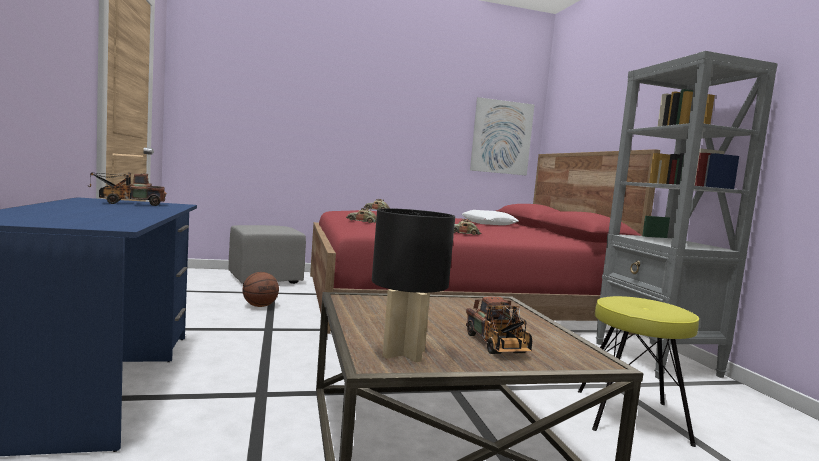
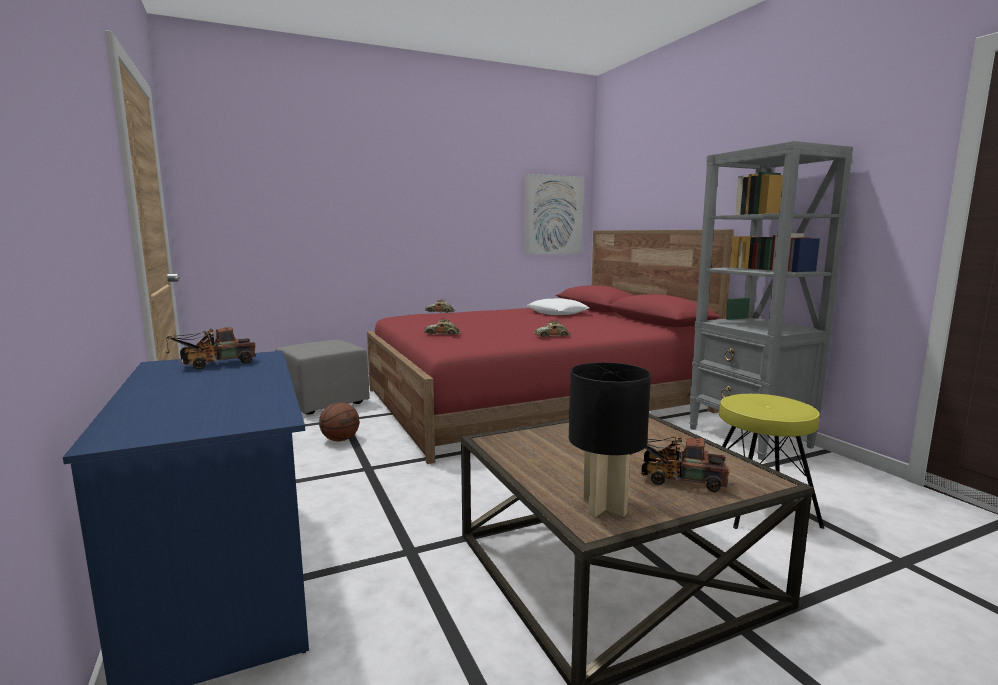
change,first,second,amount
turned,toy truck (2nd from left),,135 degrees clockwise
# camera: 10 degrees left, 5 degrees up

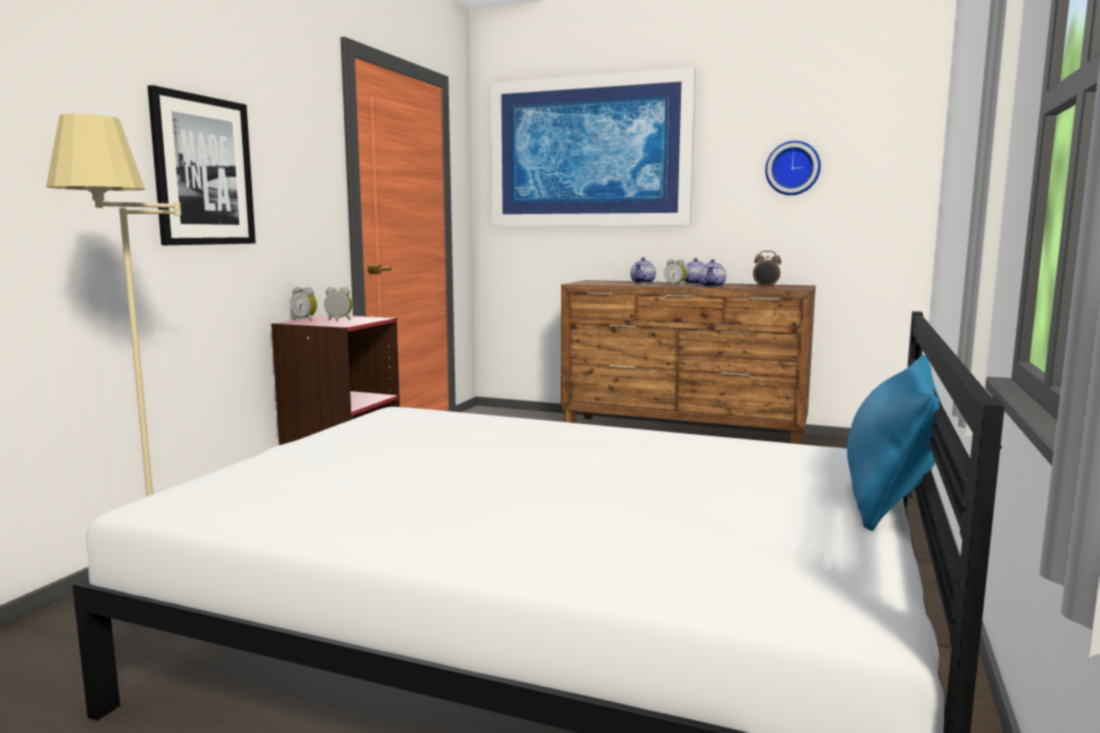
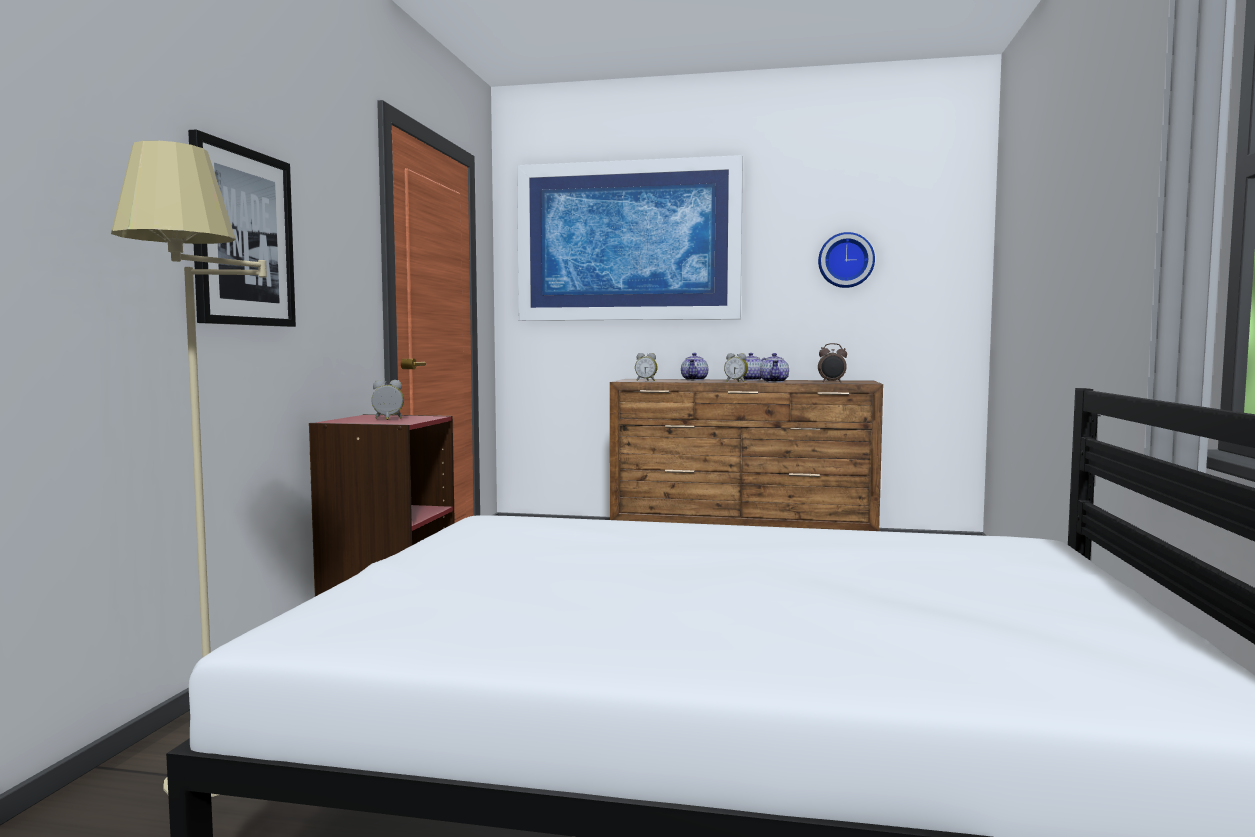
change,first,second,amount
moved,alarm clock (1st from left in the first image),alarm clock (2nd from left),
removed,blue pillow,,
# camera: 10 degrees left, 5 degrees down

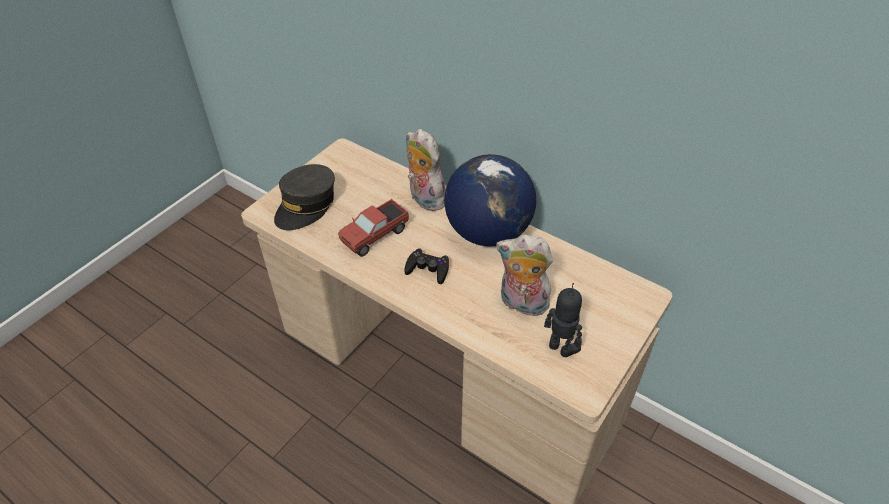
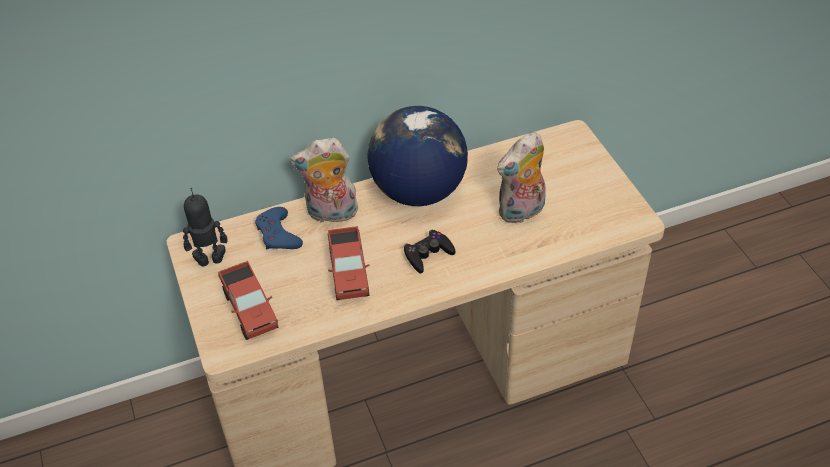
change,first,second,amount
replaced,grey cap,toy truck (1st from left),
moved,toy robot,,
added,,blue game controller,
# camera: 55 degrees left, 0 degrees up

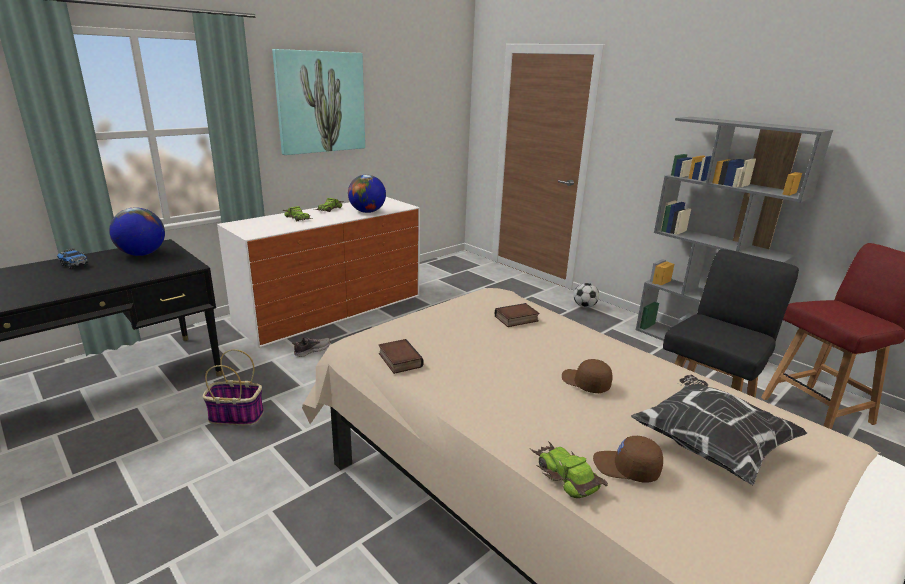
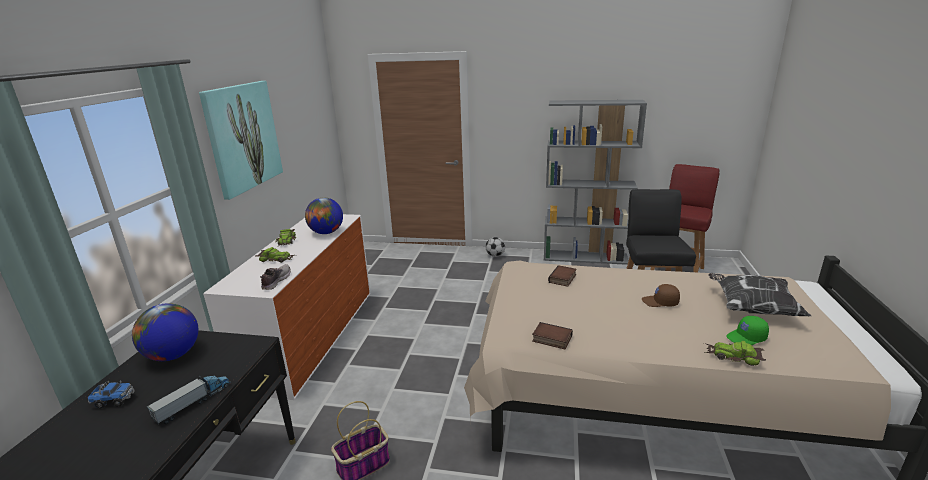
change,first,second,amount
moved,shoe,,
recoloured,brown cap (2nd from left),green cap,
added,,toy truck (2nd from left),
# camera: 35 degrees left, 0 degrees up

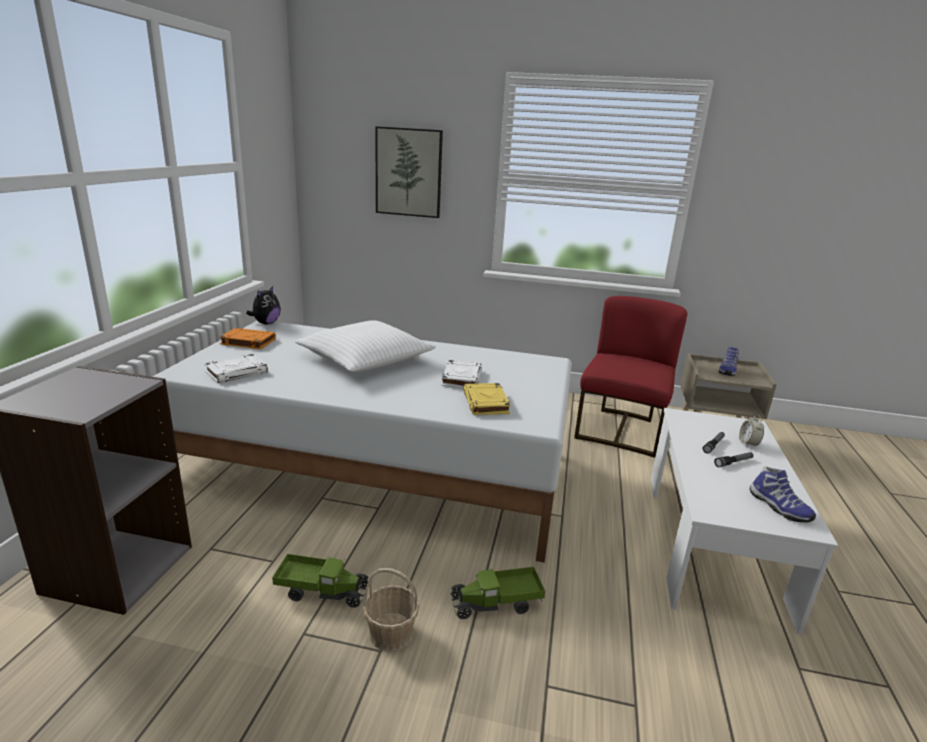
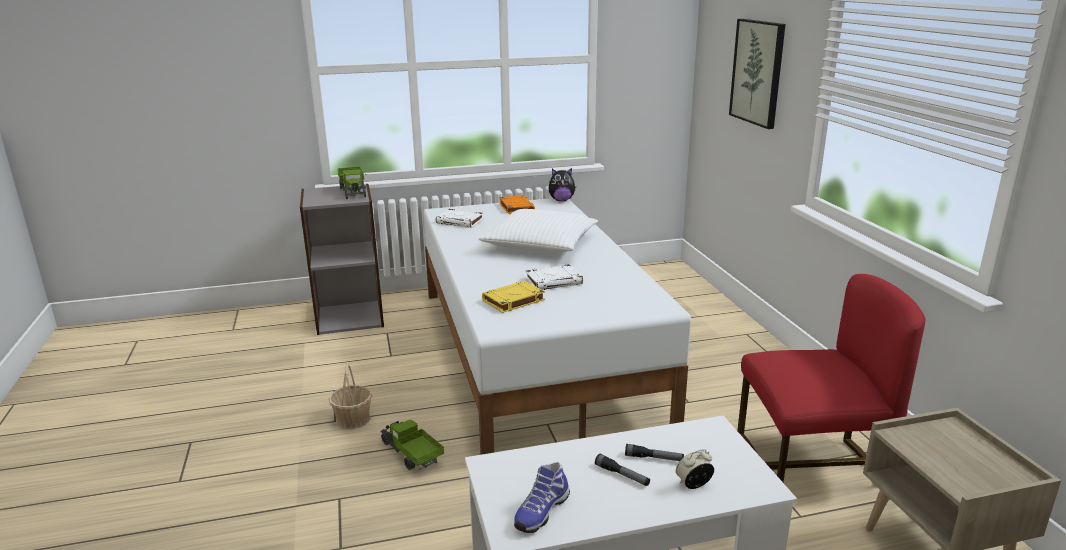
change,first,second,amount
removed,shoe (1st from left),,
moved,toy truck (1st from left),,
# camera: 65 degrees right, 0 degrees up

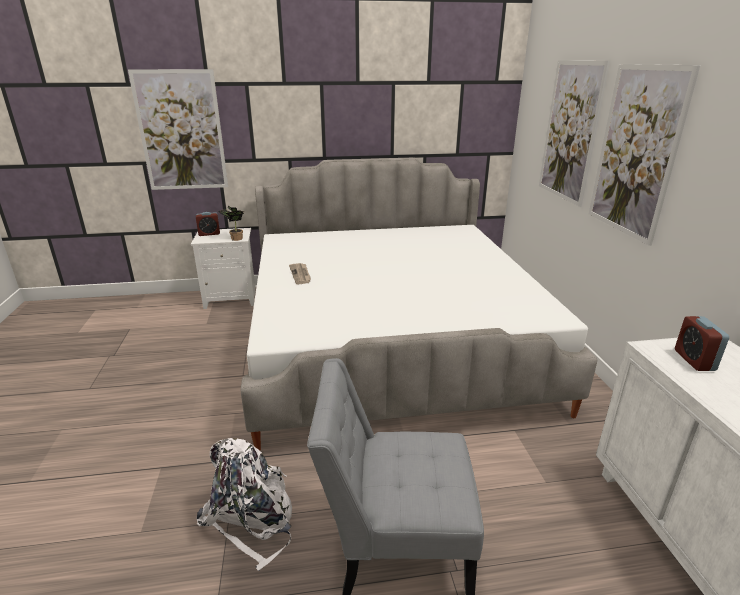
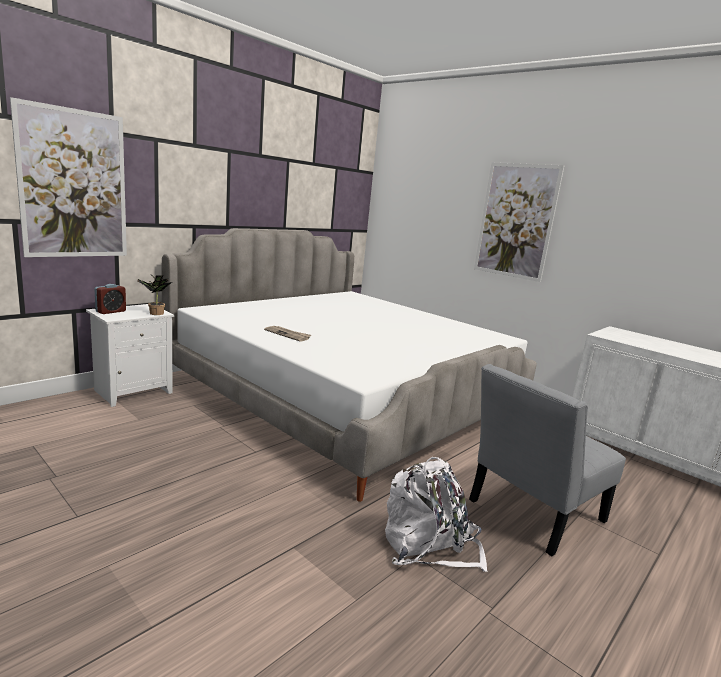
change,first,second,amount
removed,picture (2nd from left),,
removed,alarm clock (2nd from left),,
# camera: 40 degrees left, 10 degrees down

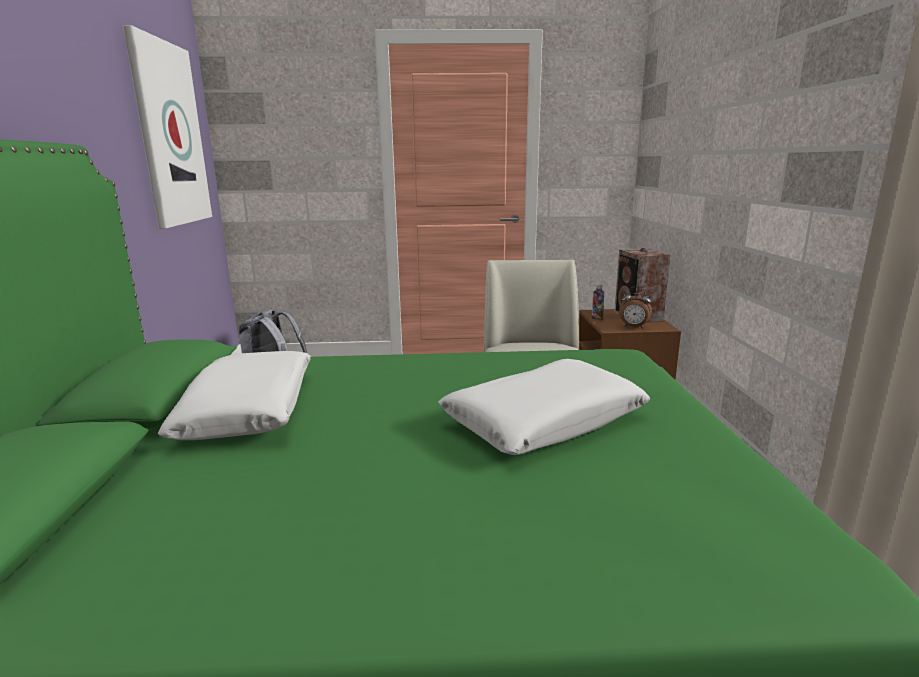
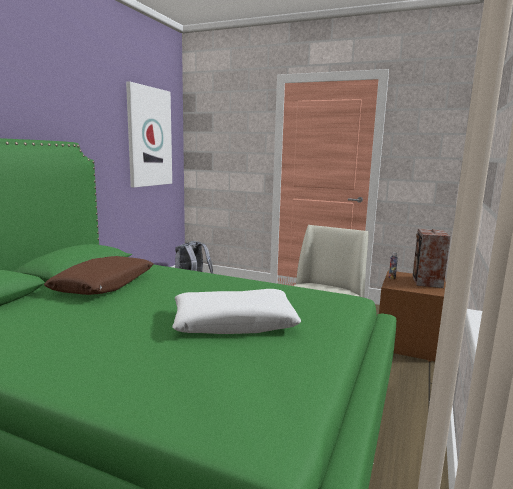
change,first,second,amount
removed,alarm clock,,
recoloured,white pillow (1st from left),brown pillow,
# camera: 25 degrees right, 5 degrees down

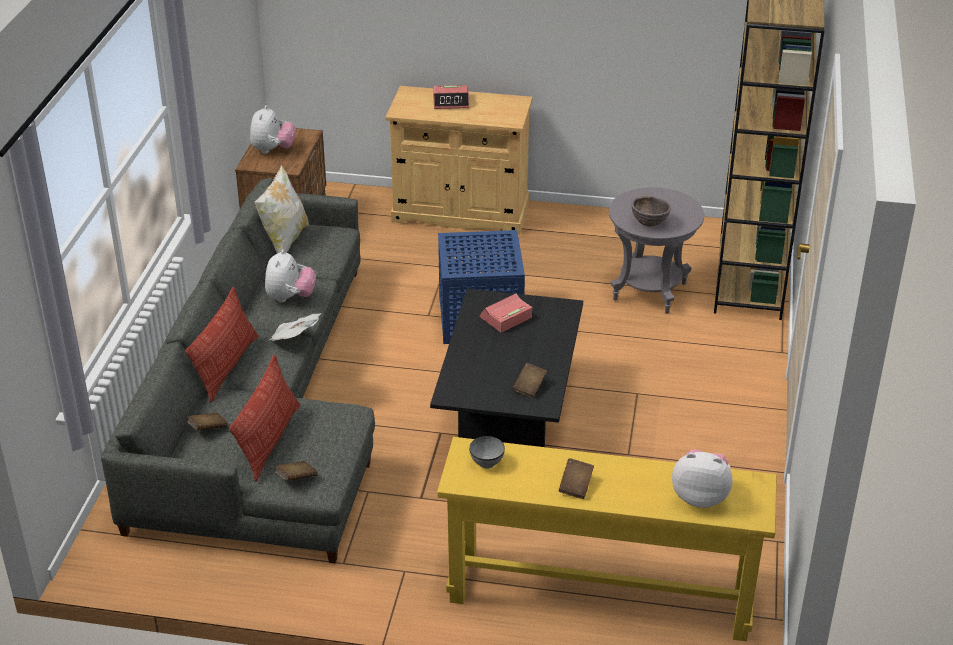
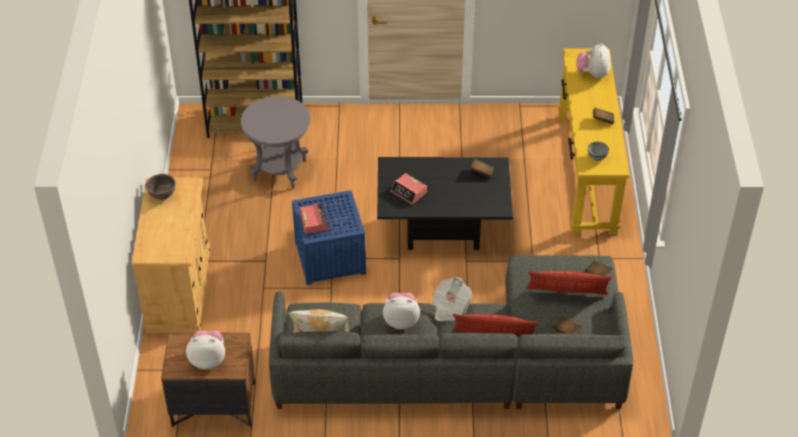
change,first,second,amount
moved,alarm clock (1st from left),,
moved,brown bowl,,
# camera: 100 degrees left, 10 degrees up

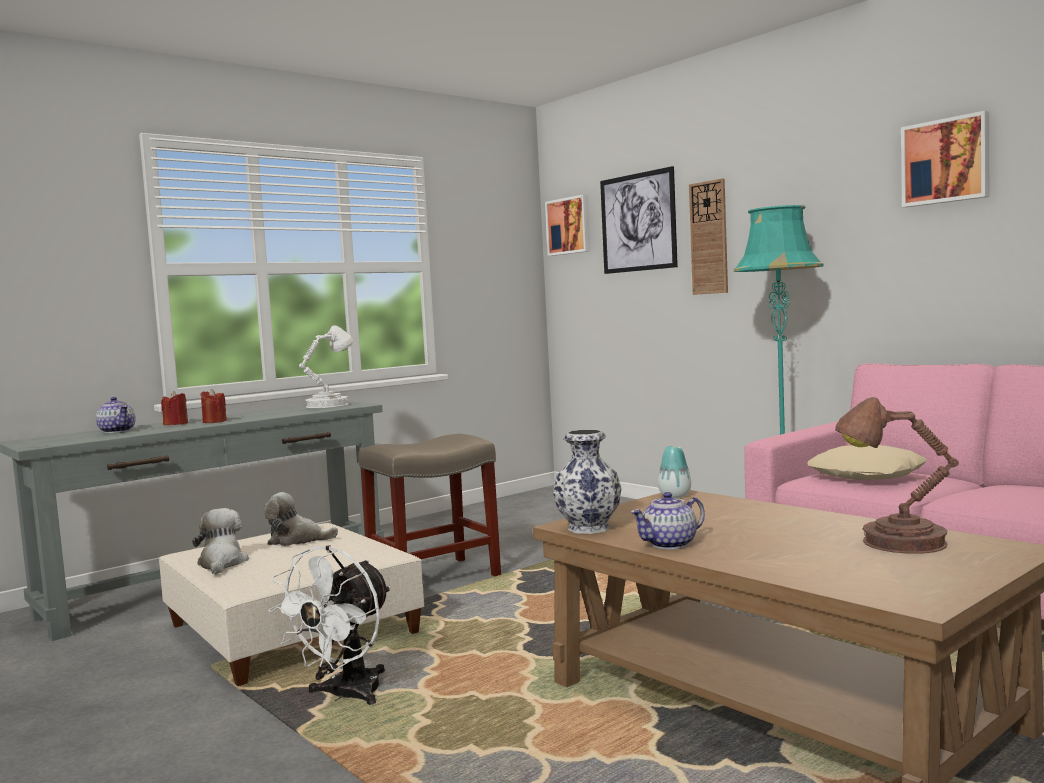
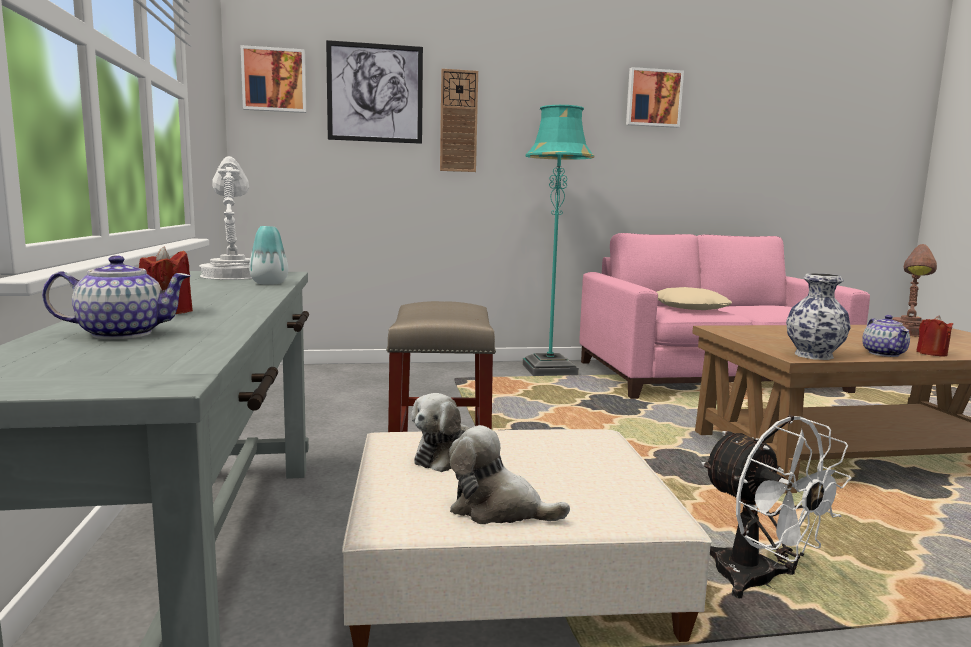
change,first,second,amount
moved,red candle (2nd from left),,
moved,vase (2nd from left in the first image),vase (1st from left),
# camera: 60 degrees left, 5 degrees up

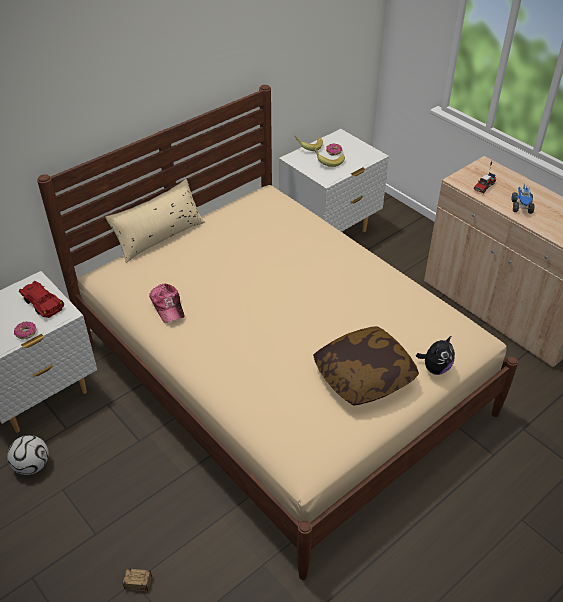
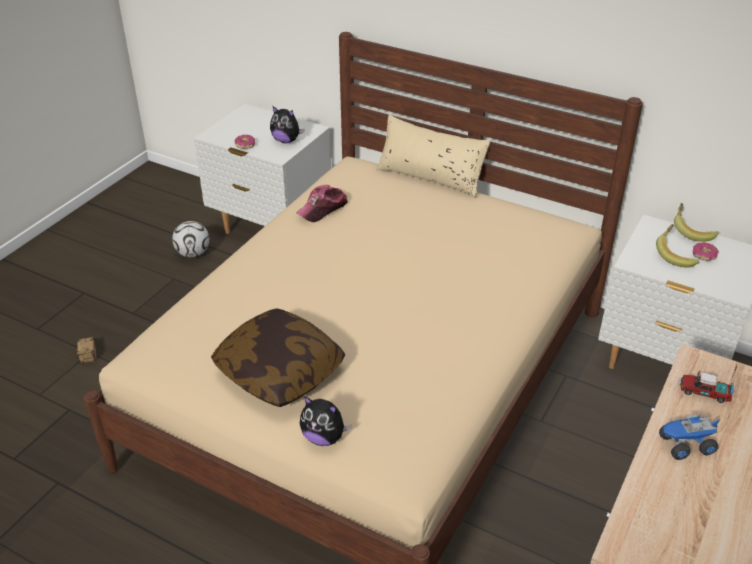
change,first,second,amount
replaced,red toy car,plush toy (1st from left),
# camera: 70 degrees right, 5 degrees down

